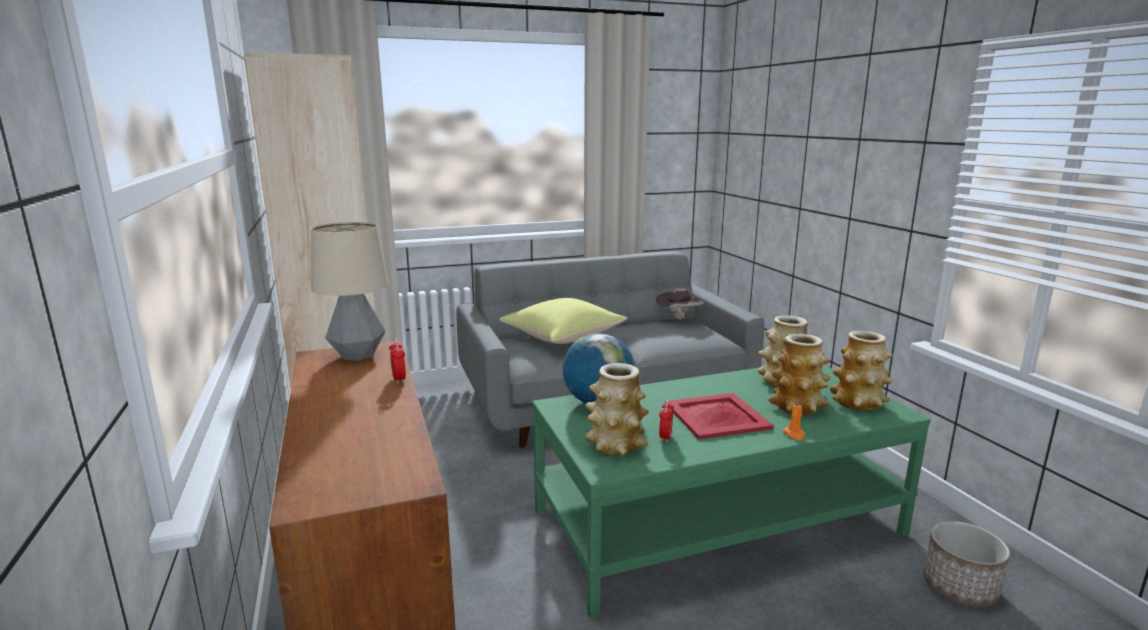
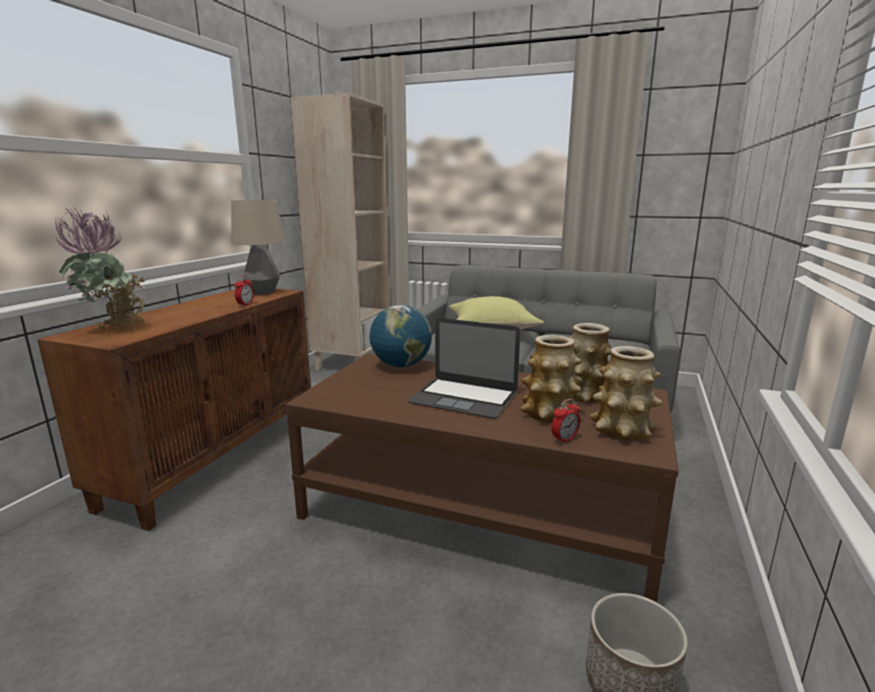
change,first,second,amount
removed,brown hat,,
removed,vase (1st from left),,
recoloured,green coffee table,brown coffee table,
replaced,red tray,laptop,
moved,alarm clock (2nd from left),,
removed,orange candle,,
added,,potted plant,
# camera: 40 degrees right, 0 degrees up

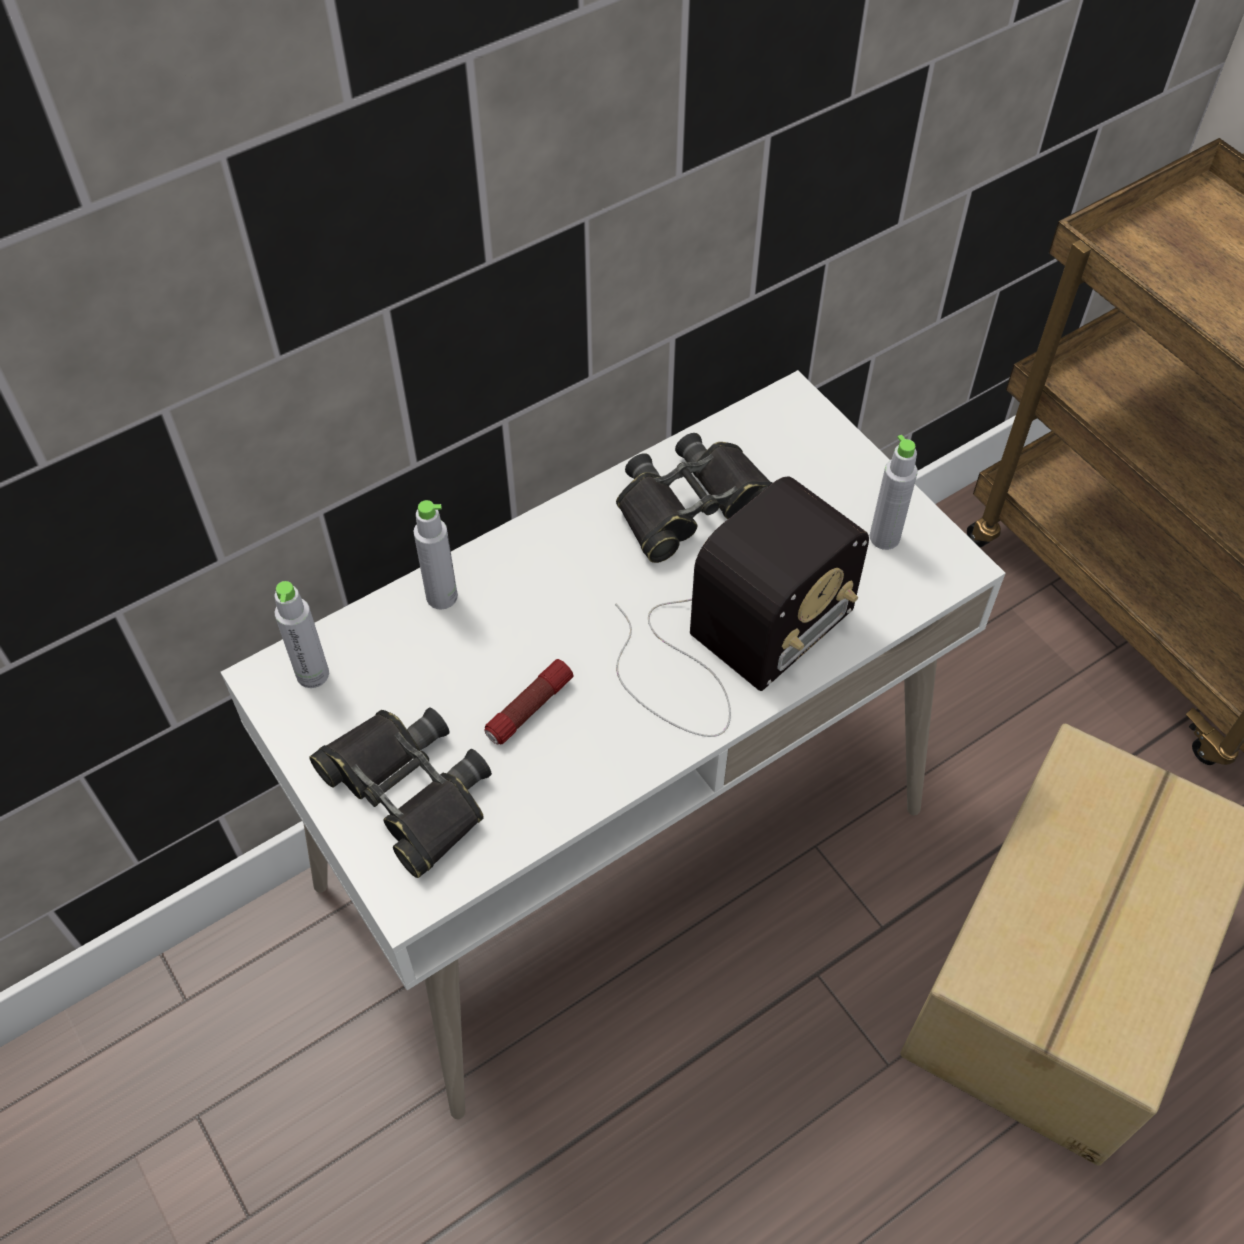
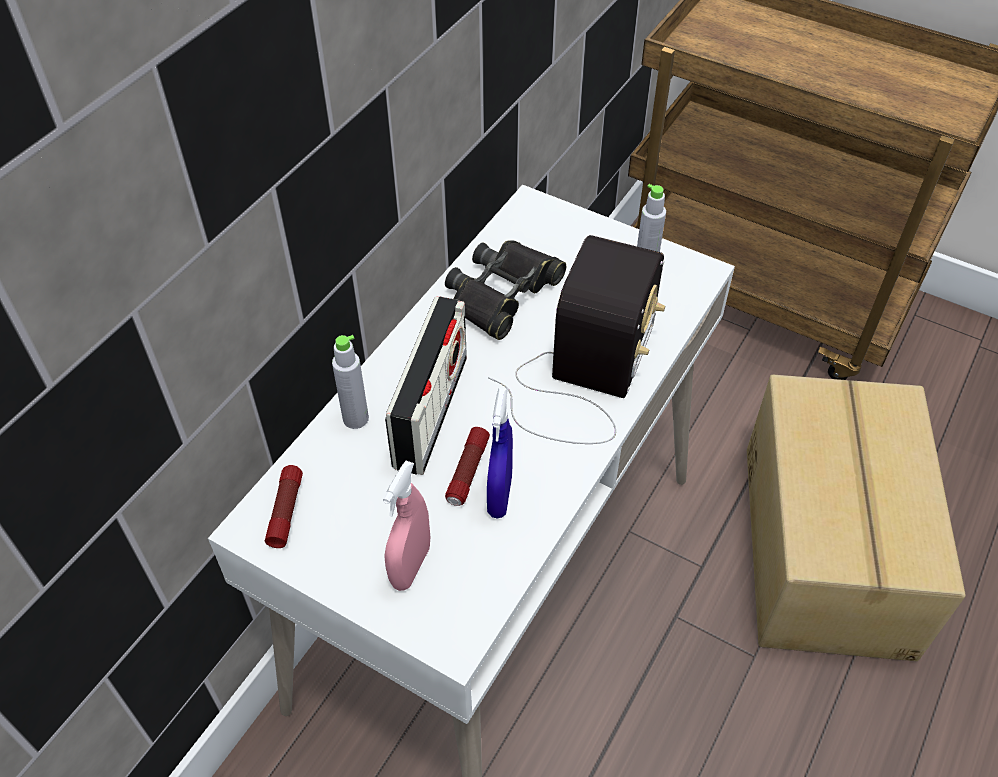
change,first,second,amount
replaced,grey bottle (1st from left),flashlight (1st from left),
replaced,black binoculars (1st from left),pink spray bottle,
added,,radio (1st from left),
added,,blue spray bottle,
# camera: 25 degrees left, 5 degrees down

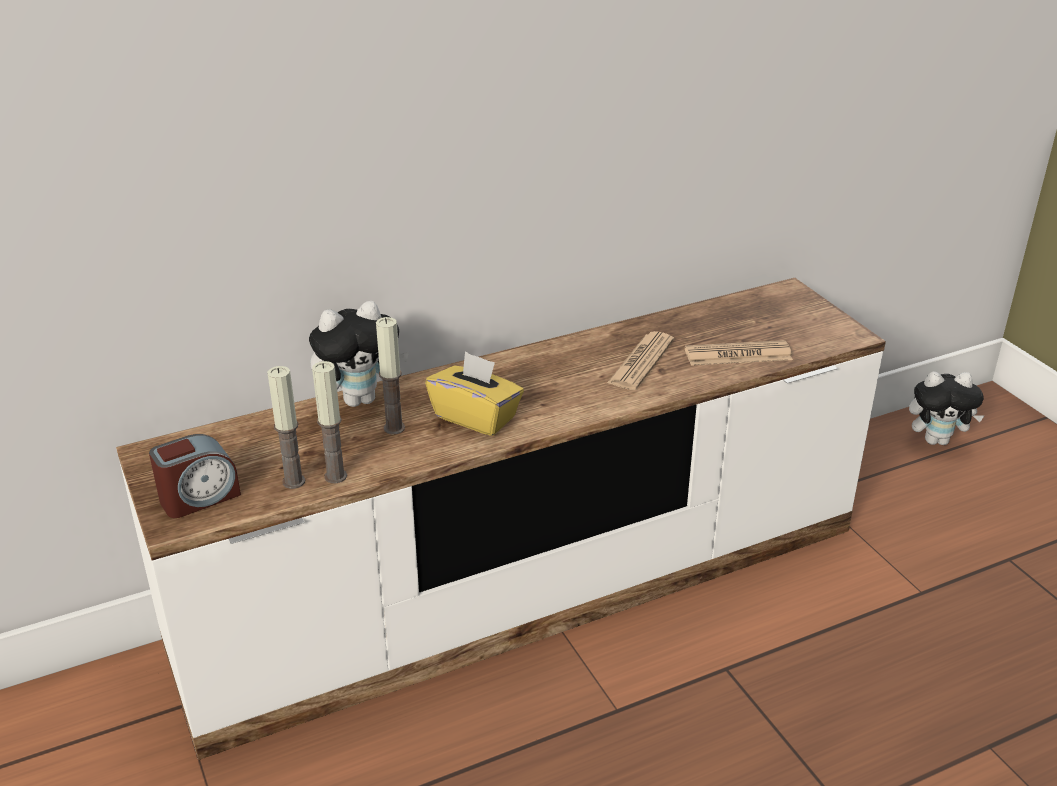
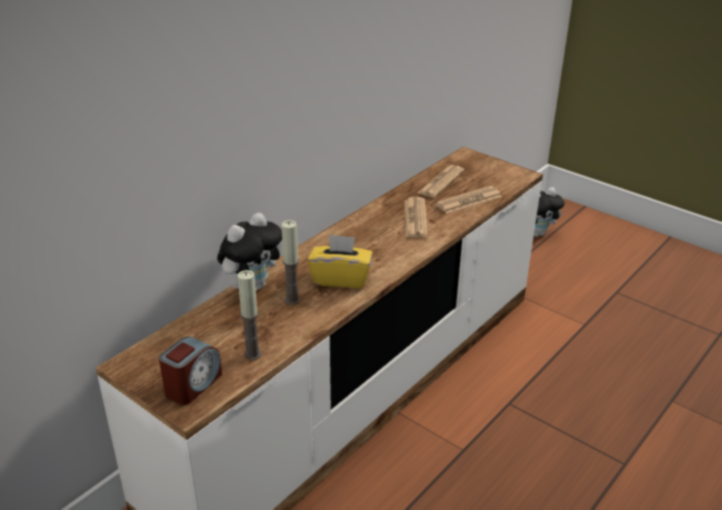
change,first,second,amount
removed,candle (2nd from left),,
added,,newspaper (2nd from left),
# camera: 25 degrees left, 0 degrees up

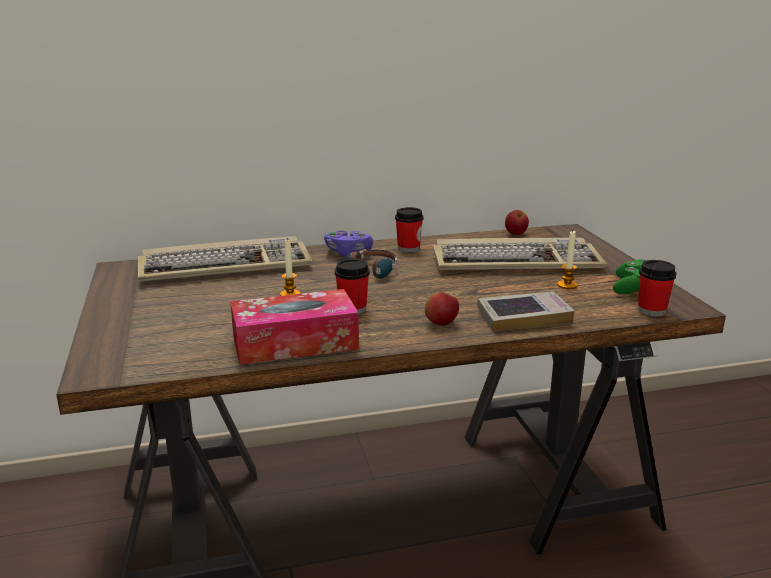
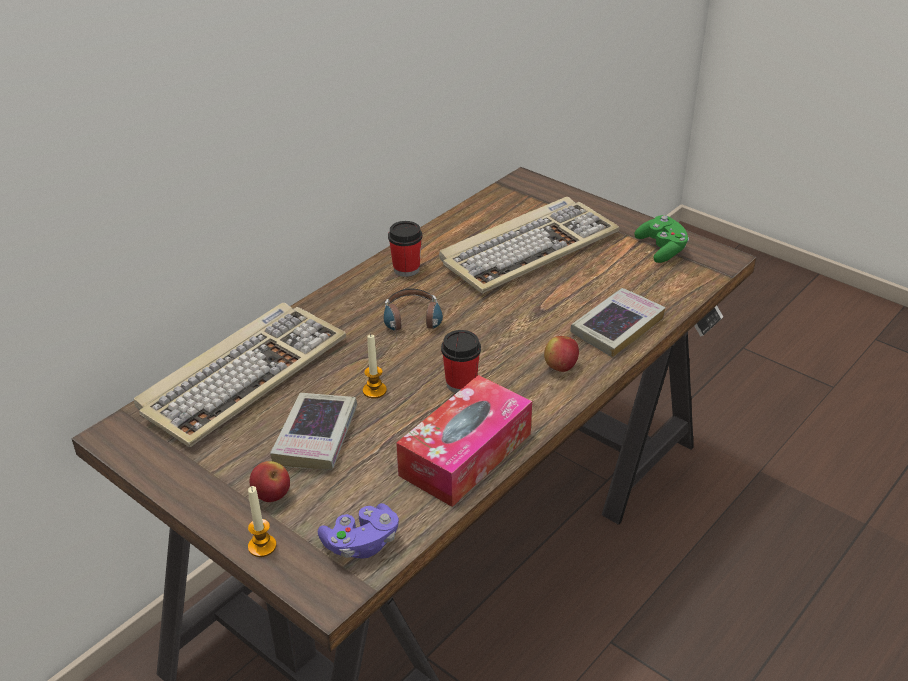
change,first,second,amount
moved,apple (2nd from left in the first image),apple (1st from left),
moved,purple game controller,,
moved,candle (2nd from left in the first image),candle (1st from left),
removed,cup (3rd from left),,
added,,book (1st from left),
# camera: 35 degrees left, 15 degrees up

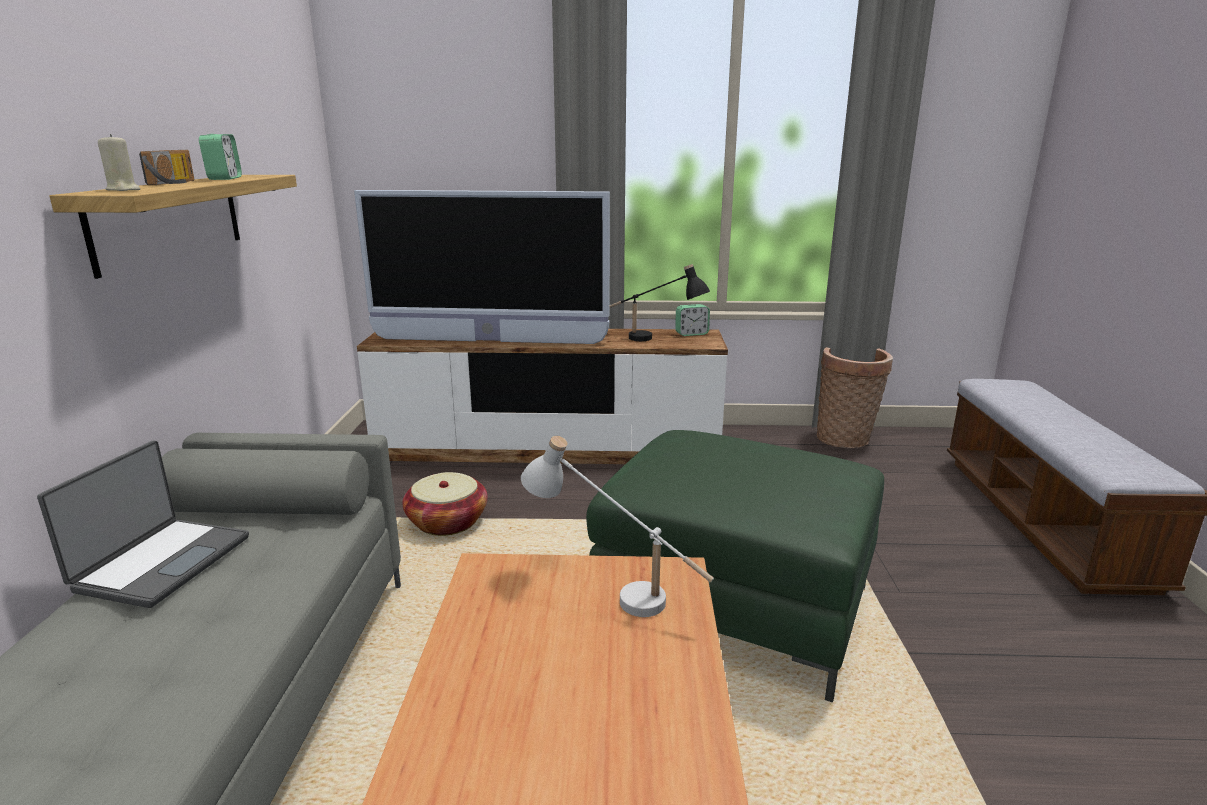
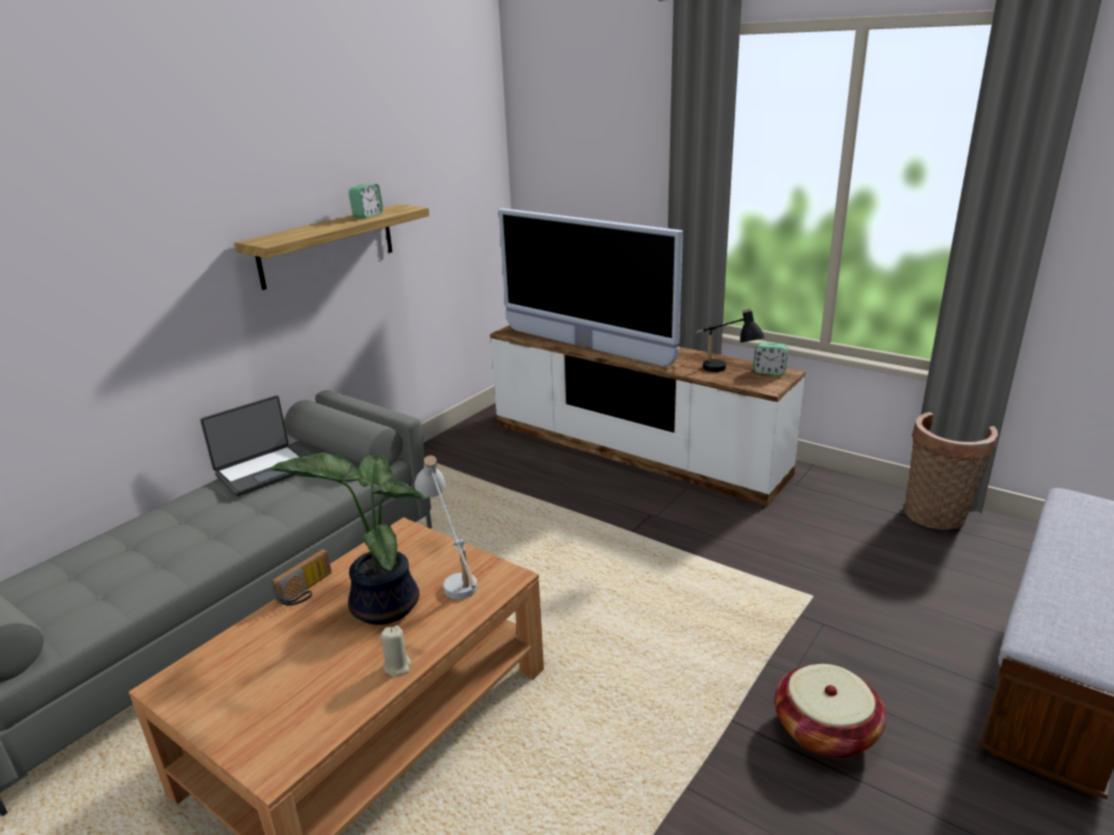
change,first,second,amount
moved,beige candle,,
moved,radio,,
removed,green ottoman,,
moved,basket (1st from left),,
added,,potted plant,
# camera: 35 degrees right, 5 degrees up

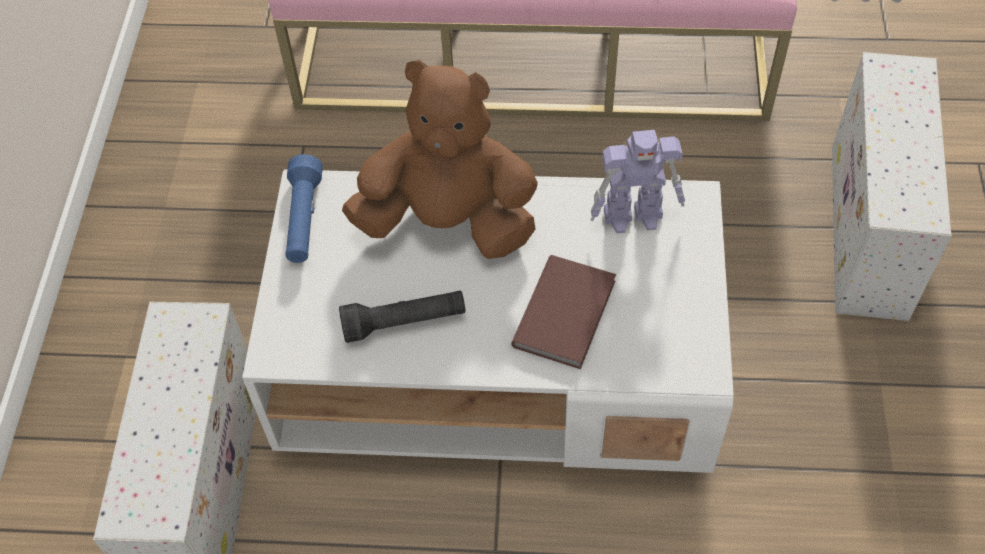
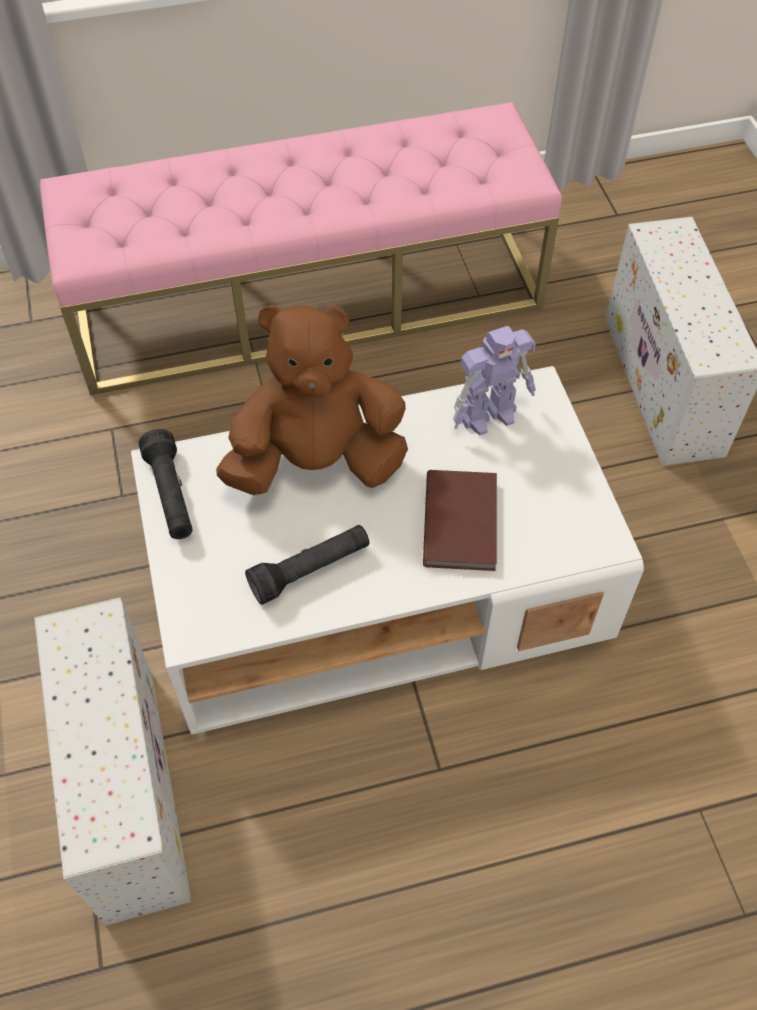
change,first,second,amount
recoloured,blue flashlight,black flashlight (1st from left),
# camera: 20 degrees left, 0 degrees up

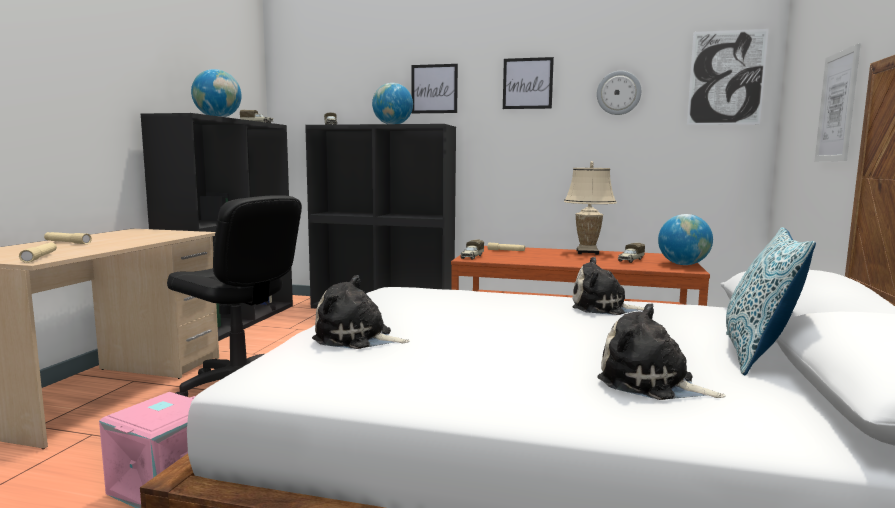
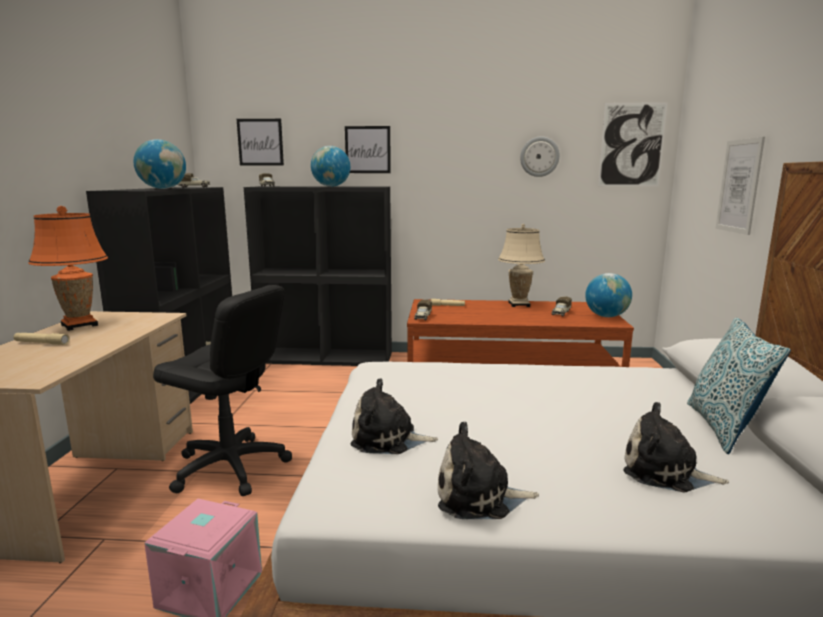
change,first,second,amount
moved,picture (2nd from left in the first image),picture (1st from left),
removed,beige flashlight (1st from left),,
moved,plush toy (2nd from left),,
added,,orange table lamp,
# camera: 10 degrees left, 5 degrees up

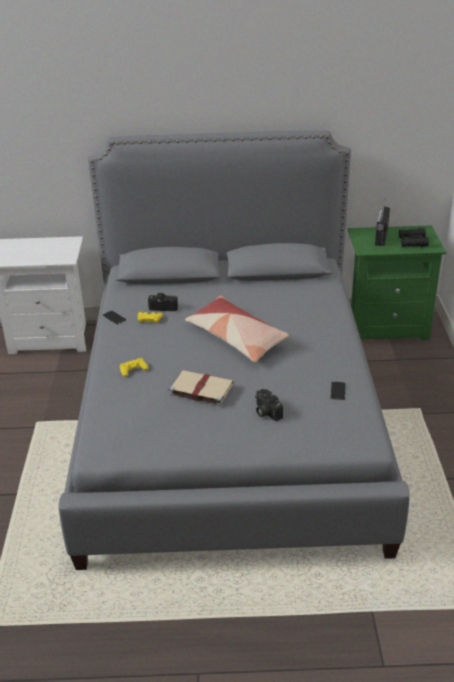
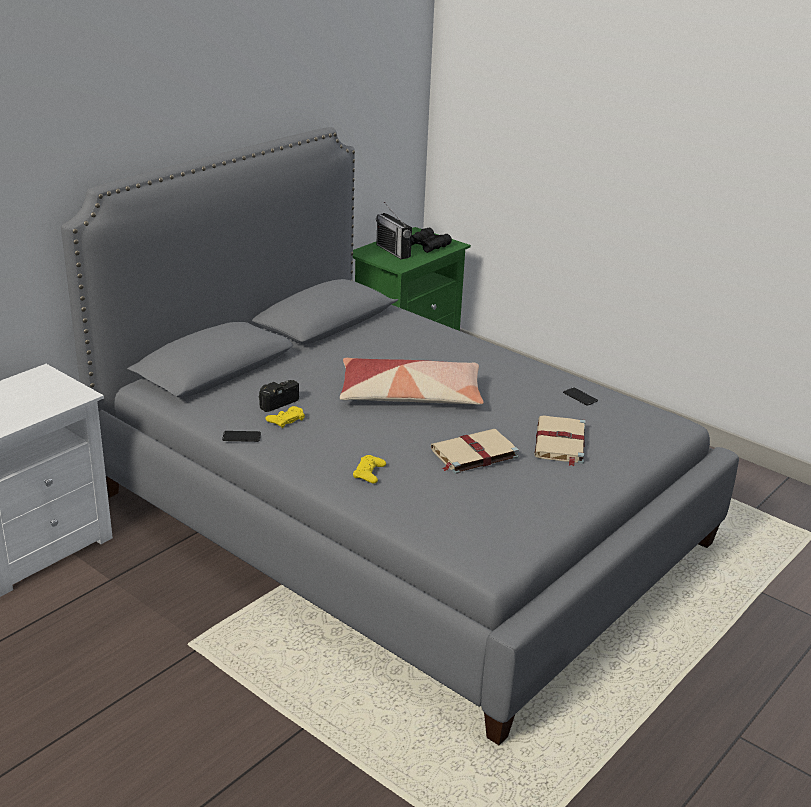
change,first,second,amount
replaced,photo camera (2nd from left),beige book (2nd from left),
# camera: 50 degrees left, 5 degrees down

